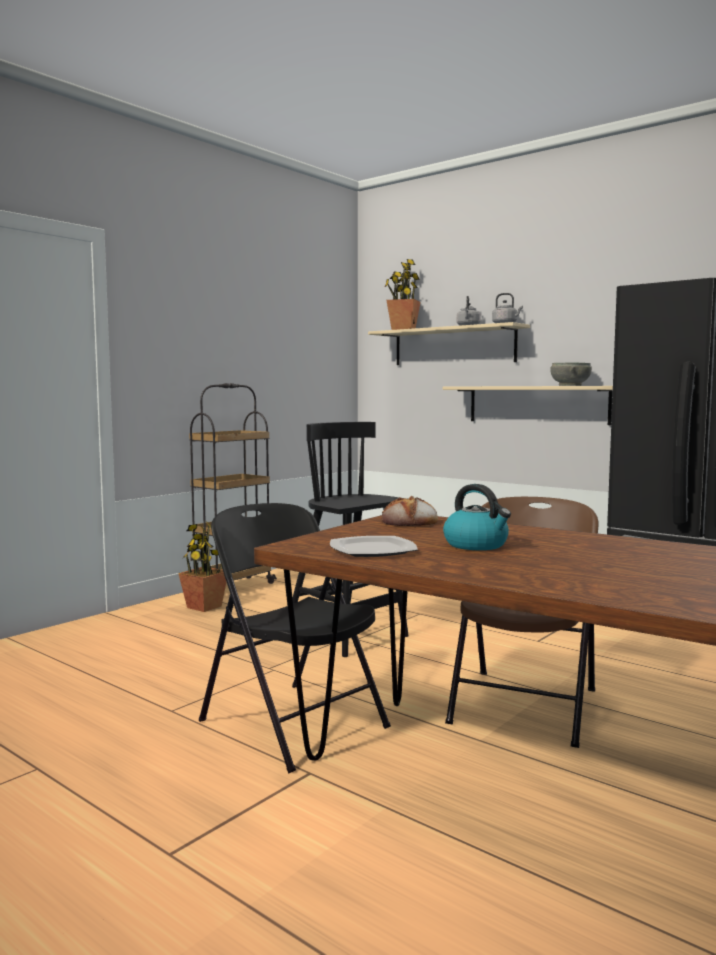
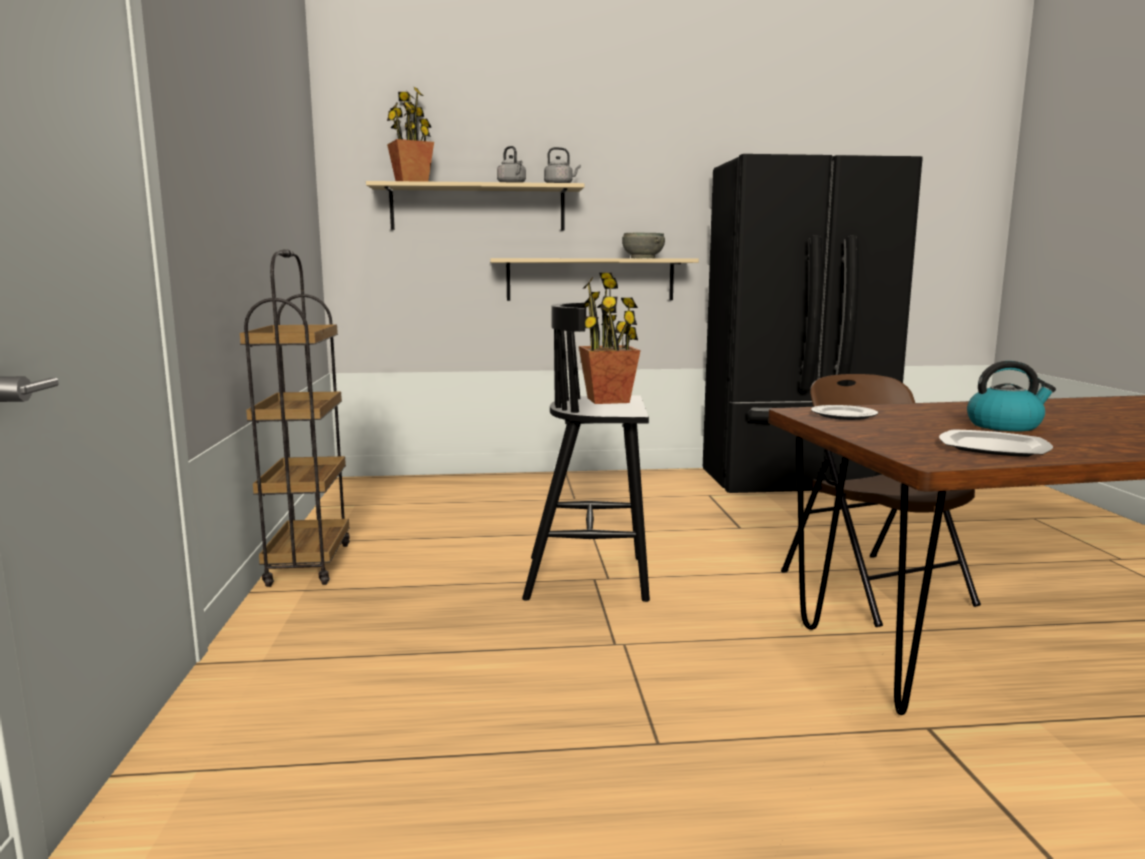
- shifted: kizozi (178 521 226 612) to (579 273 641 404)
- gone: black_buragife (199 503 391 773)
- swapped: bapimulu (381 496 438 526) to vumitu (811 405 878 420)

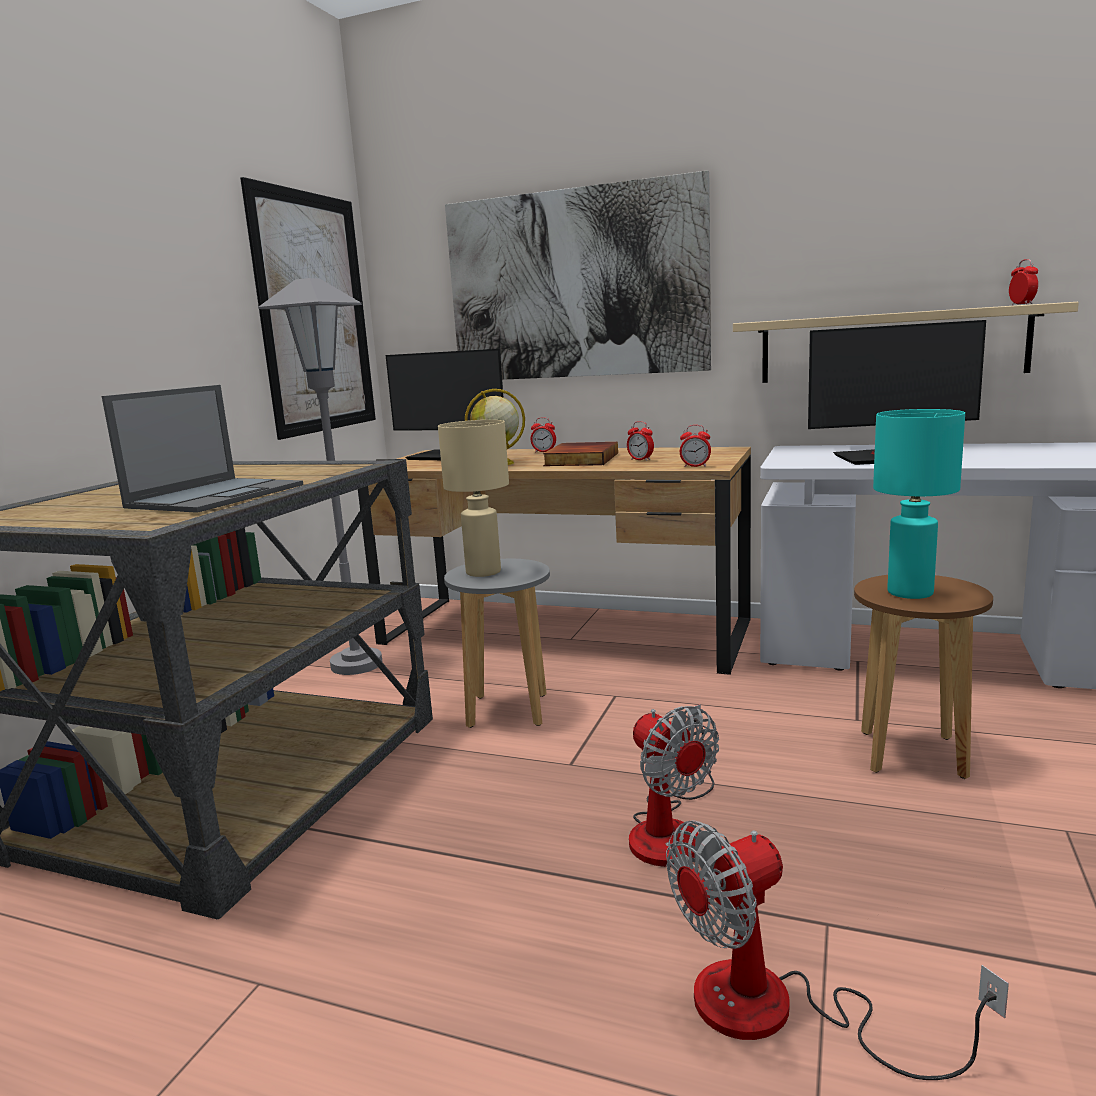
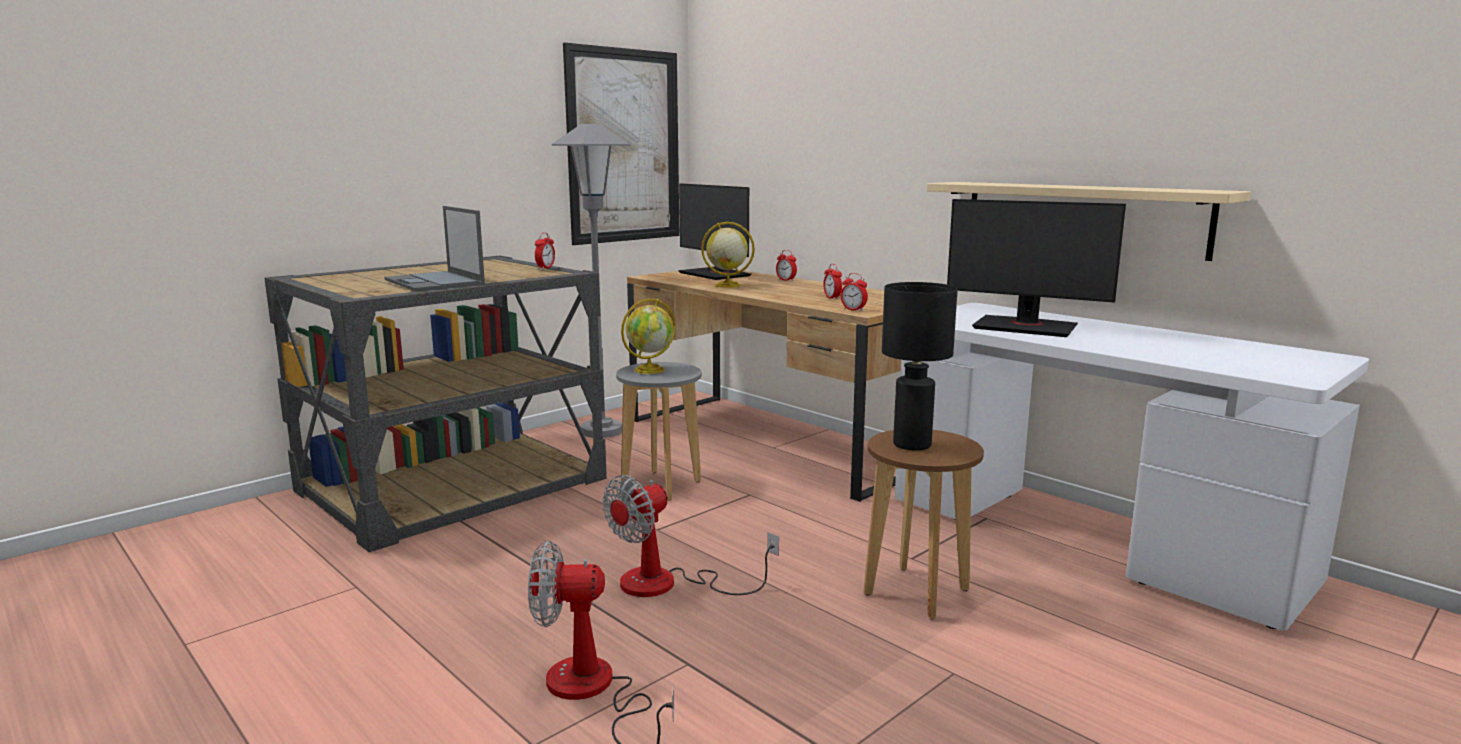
- rotated: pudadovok (102 385 303 513) = (384 206 485 291) 90 degrees clockwise
- swapped: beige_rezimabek (438 420 509 577) to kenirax (621 299 676 374)
- gone: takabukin (445 170 711 380)
- gone: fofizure (543 442 618 466)
- rotated: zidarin (629 704 719 867) = (602 475 779 597) 45 degrees clockwise
- repainted: turquoise_rezimabek (873 409 965 599) to black_rezimabek (882 282 958 450)
- shifted: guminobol (1009 259 1038 305) to (535 233 555 269)

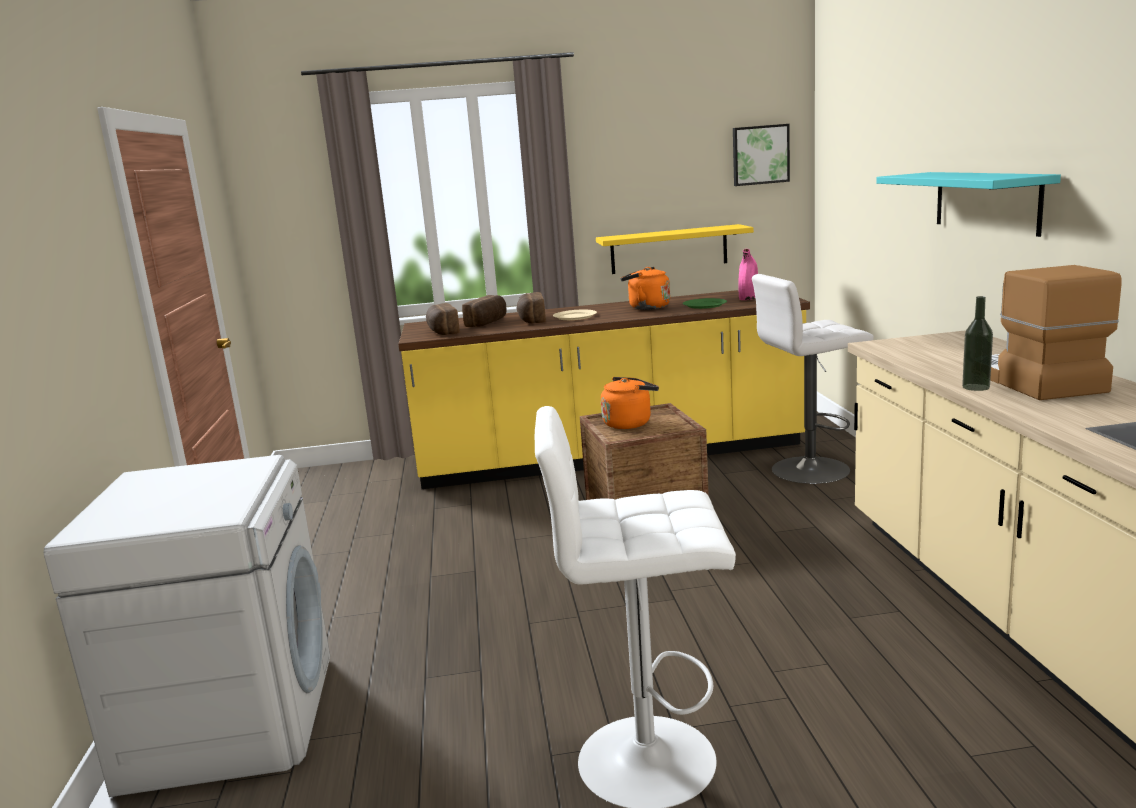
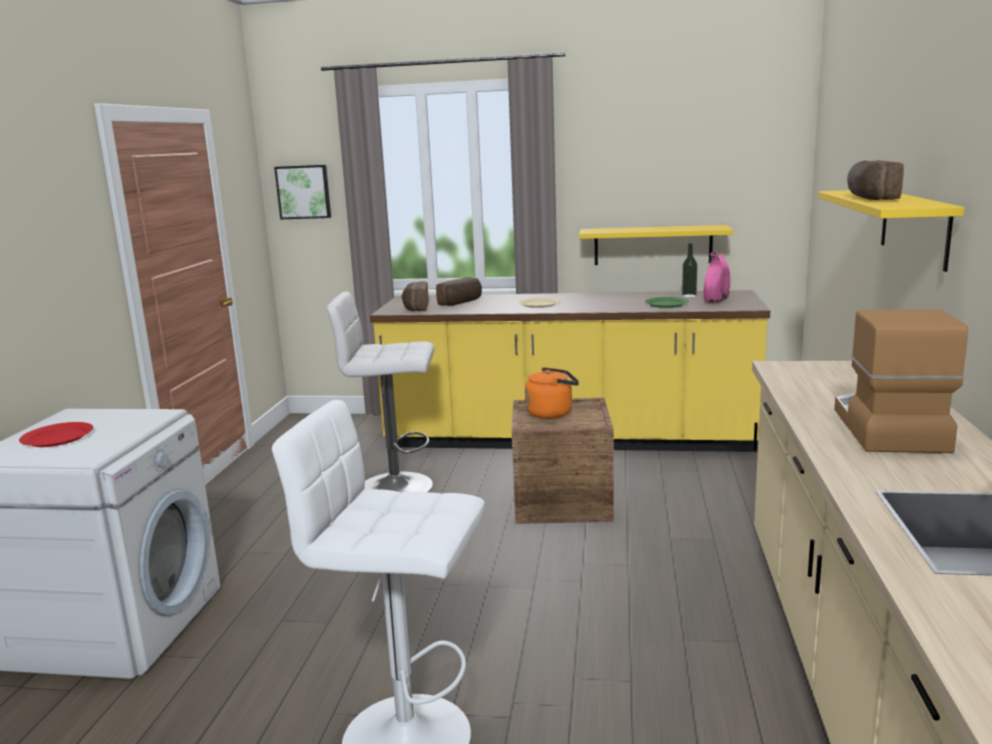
- shifted: bapimulu (516 292 546 323) to (847 160 904 200)
- gone: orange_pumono (620 267 670 310)
- shifted: takabukin (733 124 790 186) to (274 165 331 220)
- shifted: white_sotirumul (752 274 874 484) to (327 291 434 493)
- repainted: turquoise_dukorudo (876 172 1061 237) to yellow_dukorudo (818 190 965 272)
- shifted: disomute (962 296 993 391) to (682 243 698 297)
- new: red_vumitu (19 422 93 447)

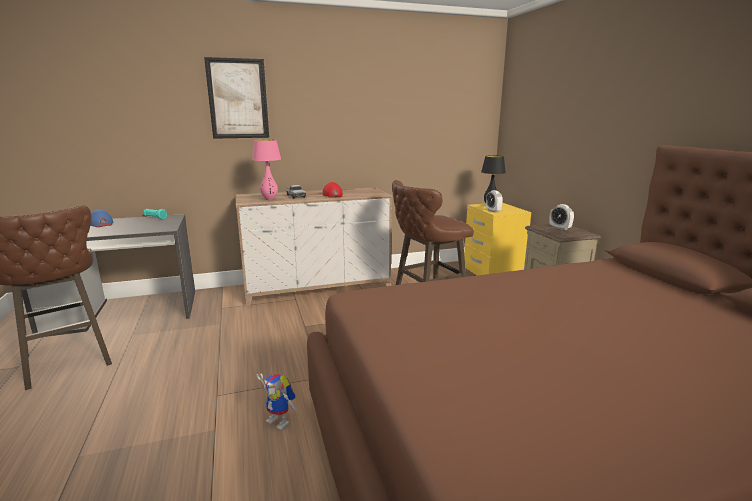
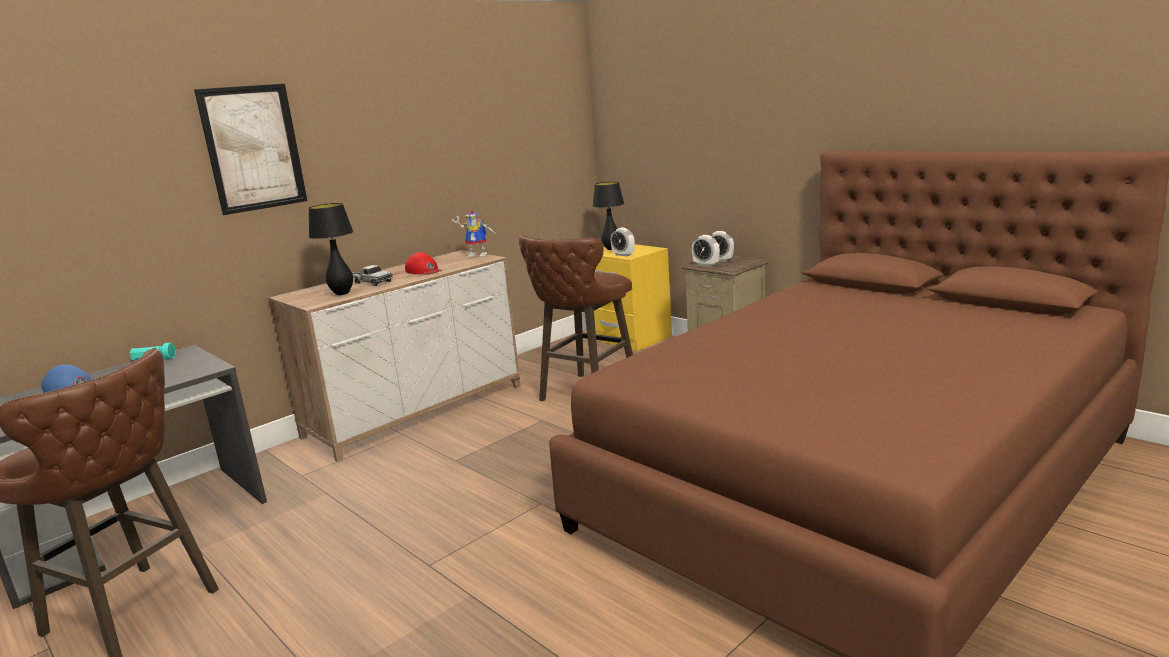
- repainted: pink_rezimabek (252 139 281 200) to black_rezimabek (309 203 353 295)
- shifted: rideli (256 373 299 430) to (452 211 498 258)
- new: guminobol (692 235 720 267)

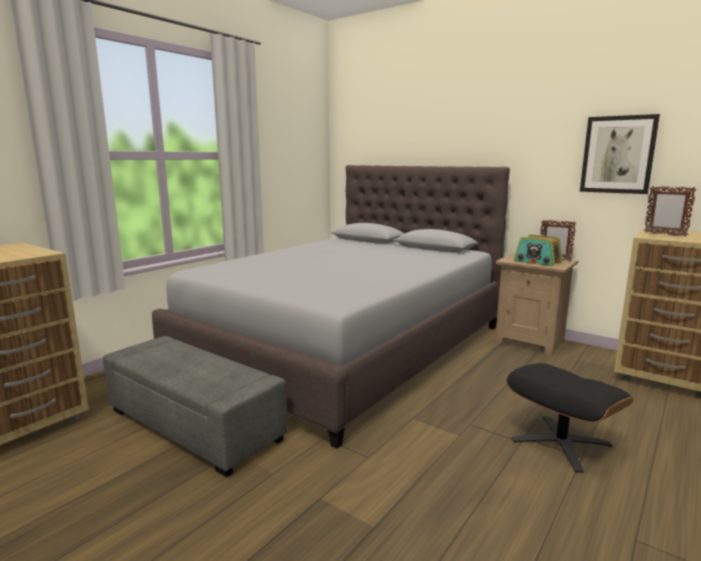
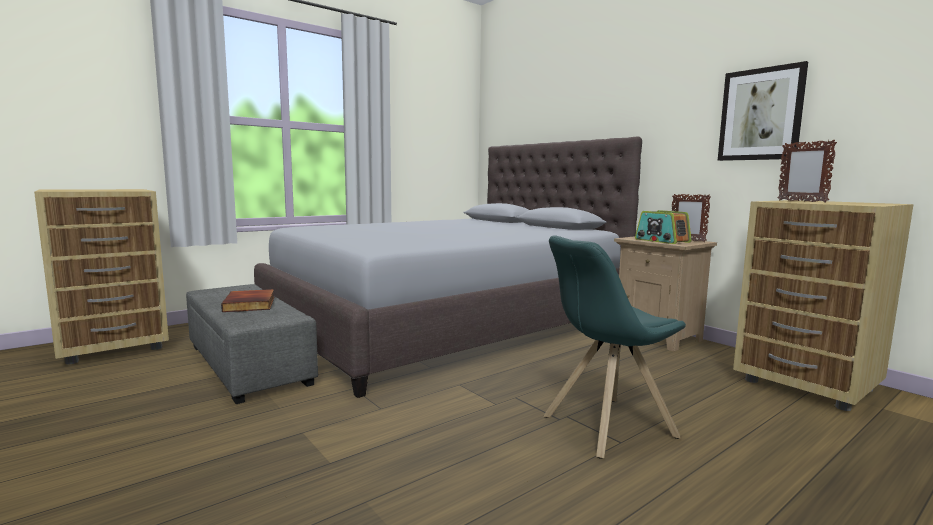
- swapped: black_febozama (506 363 633 473) to turquoise_buragife (543 235 686 459)
- new: fofizure (221 289 274 312)

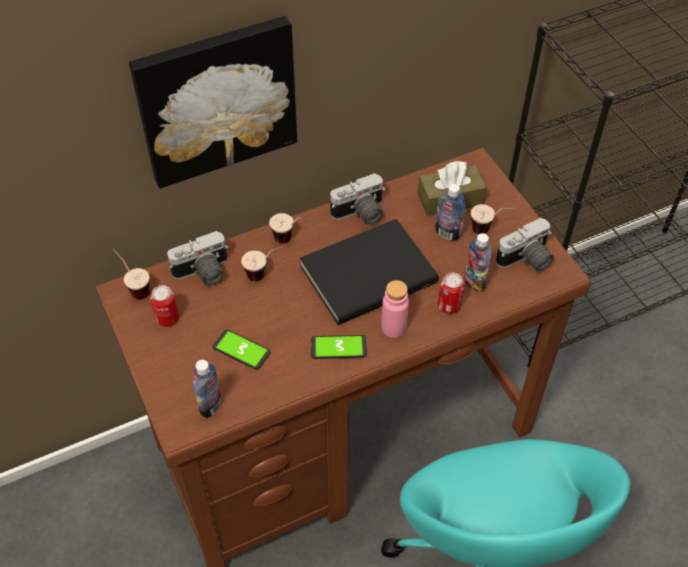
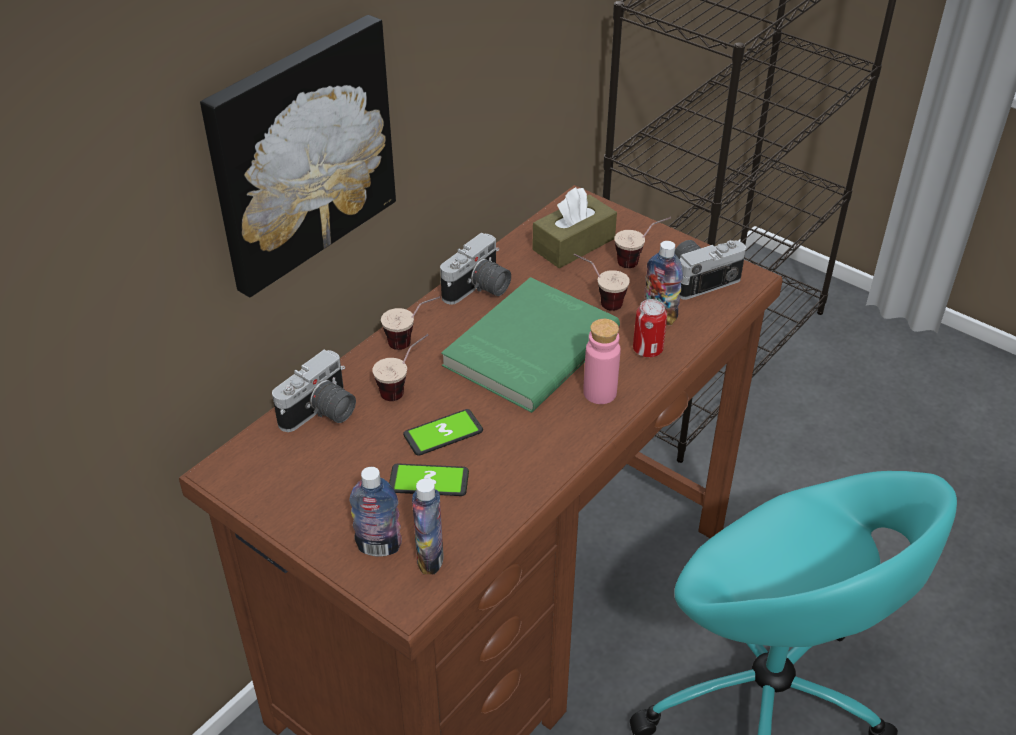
- shifted: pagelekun (113 248 149 300) to (574 254 630 311)
- gone: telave (150 285 179 327)
- repainted: black_fofizure (300 219 438 325) to green_fofizure (441 277 620 413)
- shifted: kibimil (311 335 367 359) to (403 409 483 456)
- shifted: disomute (435 184 466 241) to (349 467 402 557)
- rotated: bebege (496 218 554 272) = (675 240 746 300) 150 degrees counterclockwise

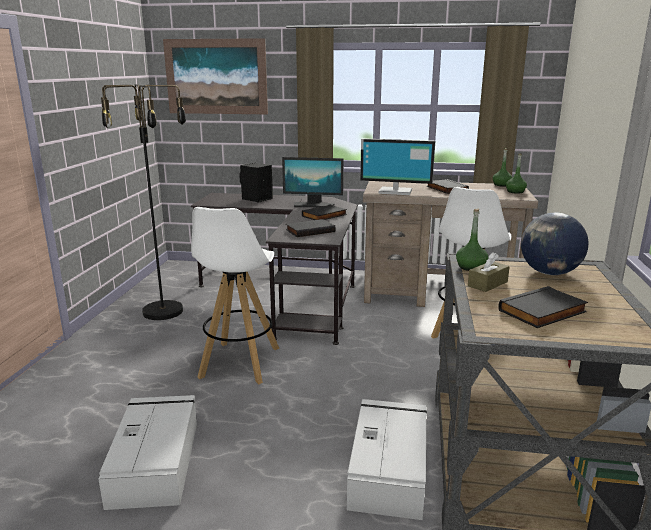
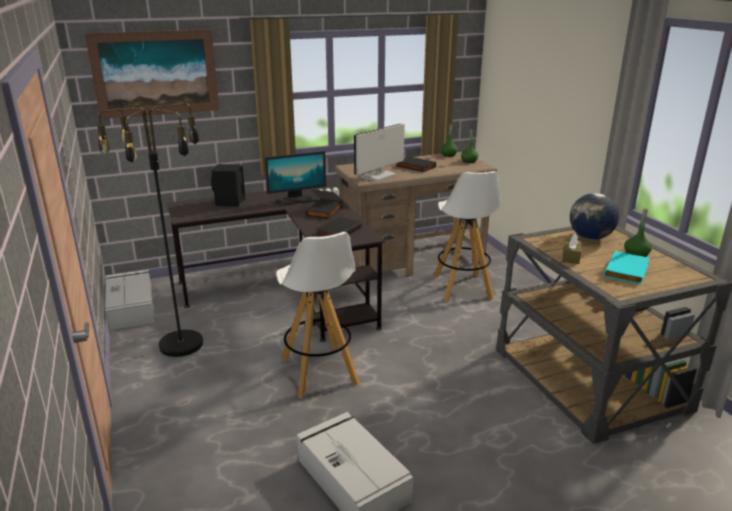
- shifted: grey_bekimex (347 399 427 520) to (105 270 155 330)
- rotated: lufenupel (360 138 435 195) = (354 123 405 182) 150 degrees clockwise
- shifted: green_disomute (456 209 489 271) to (624 208 652 257)
- repainted: black_fofizure (498 286 588 328) to turquoise_fofizure (604 251 650 284)

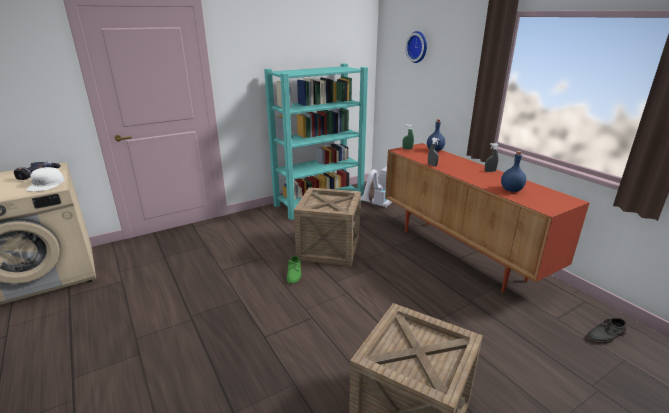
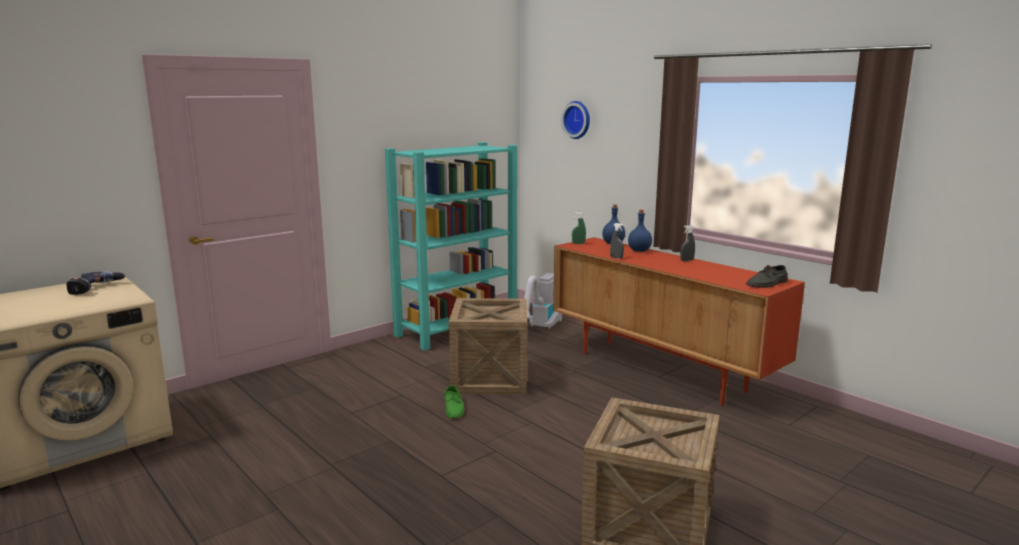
- gone: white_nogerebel (26 167 65 192)
- shifted: blue_disomute (501 151 526 192) to (628 210 652 252)
- shifted: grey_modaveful (586 318 627 344) to (746 265 788 288)

